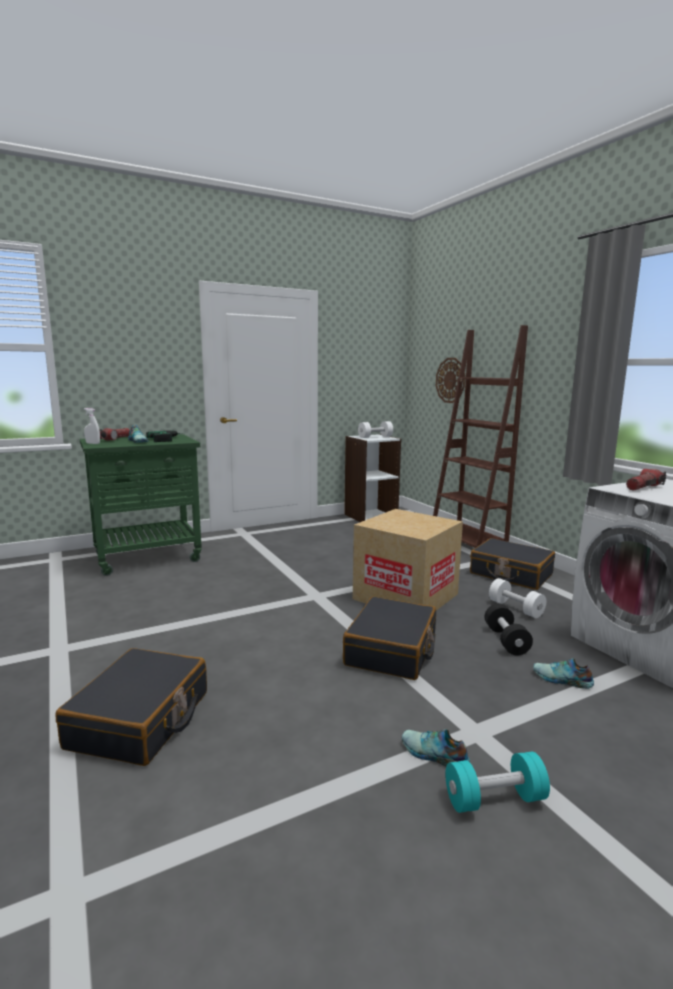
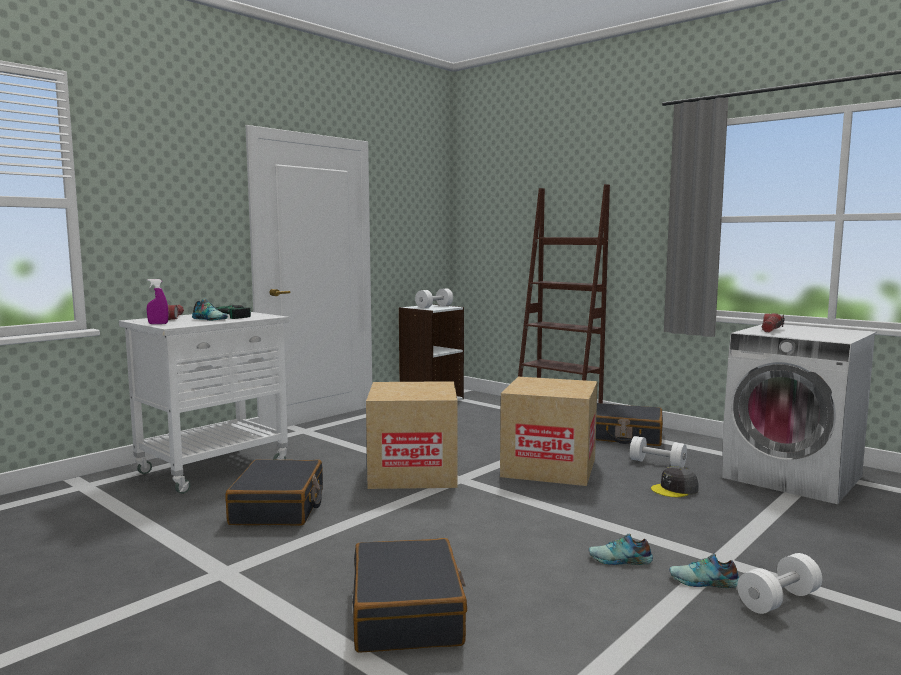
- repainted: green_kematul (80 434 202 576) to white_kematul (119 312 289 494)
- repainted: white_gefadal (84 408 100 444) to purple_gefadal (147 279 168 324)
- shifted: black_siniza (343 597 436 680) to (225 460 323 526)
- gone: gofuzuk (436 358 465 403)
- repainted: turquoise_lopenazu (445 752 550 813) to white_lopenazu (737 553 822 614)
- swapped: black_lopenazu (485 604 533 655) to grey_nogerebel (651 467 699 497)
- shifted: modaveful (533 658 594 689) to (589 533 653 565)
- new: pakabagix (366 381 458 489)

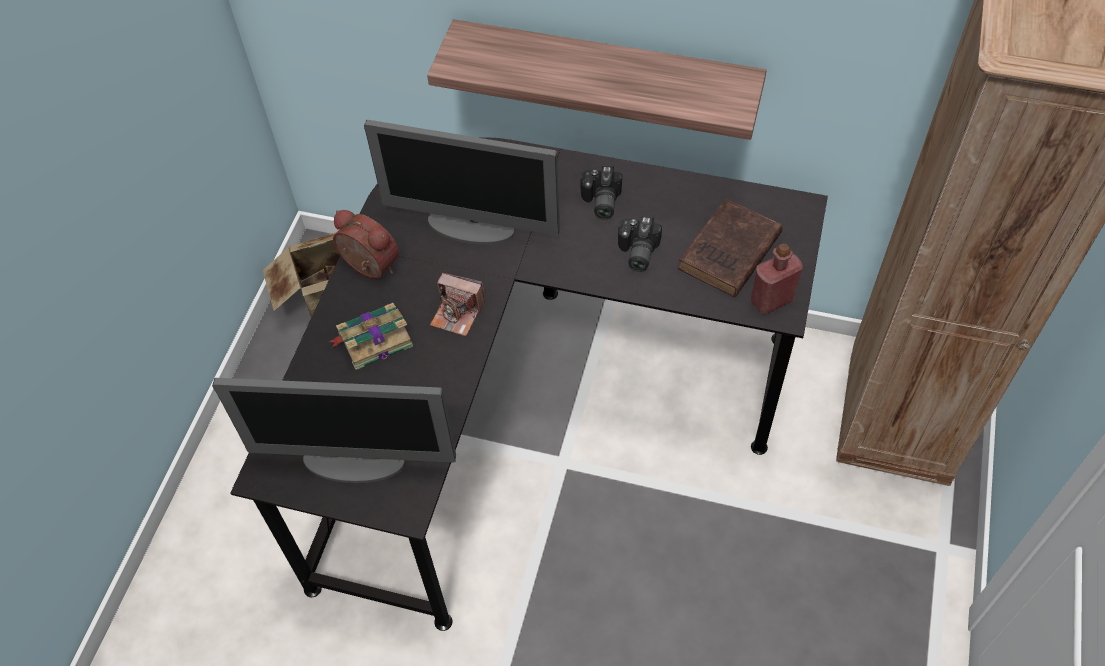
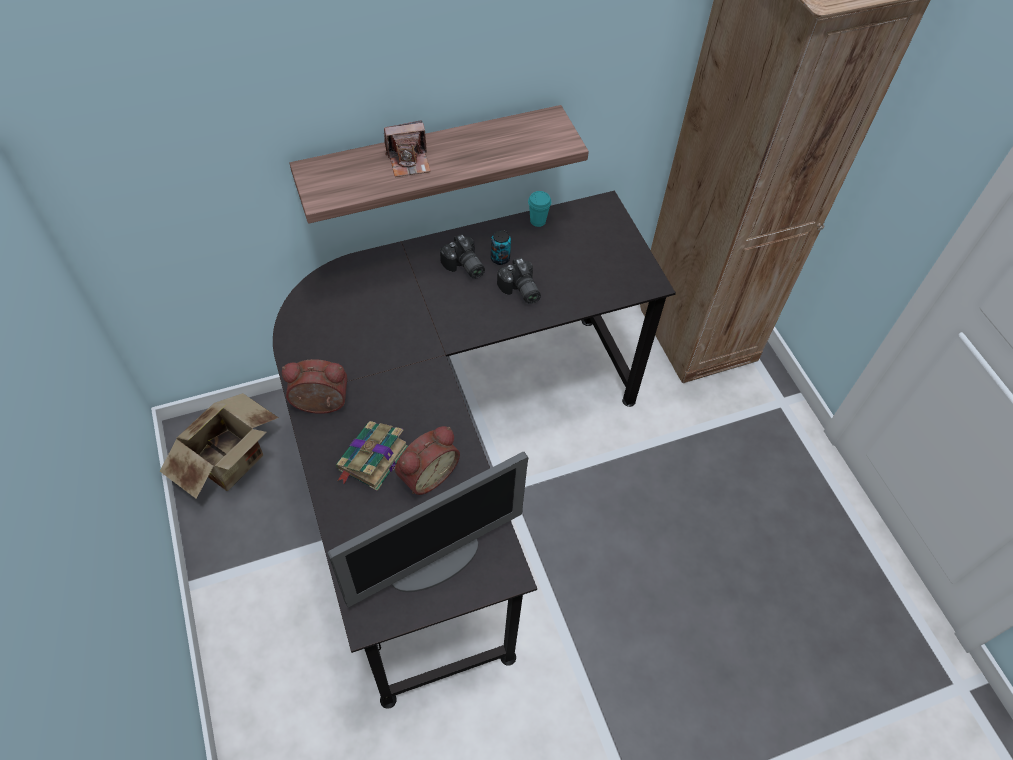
- gone: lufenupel (364 120 560 245)
- shifted: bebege (430 273 486 336) to (384 120 431 177)
- gone: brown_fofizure (678 199 782 297)
- gone: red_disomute (751 244 803 315)
- new: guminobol (395 426 460 495)
- new: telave (491 230 511 265)
- new: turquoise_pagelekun (528 191 551 227)

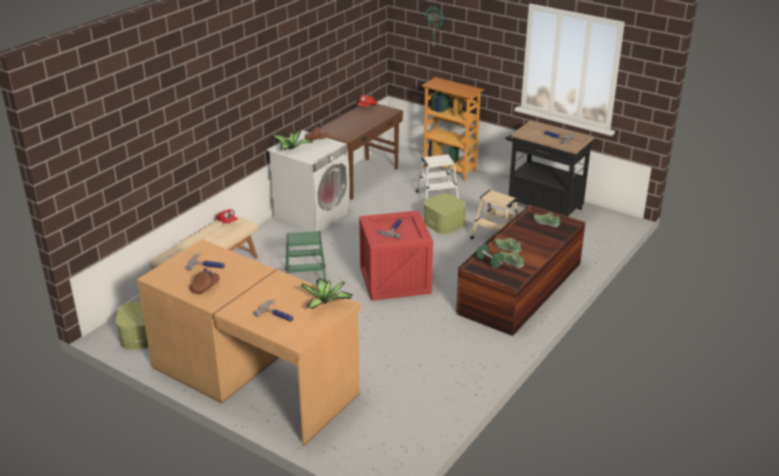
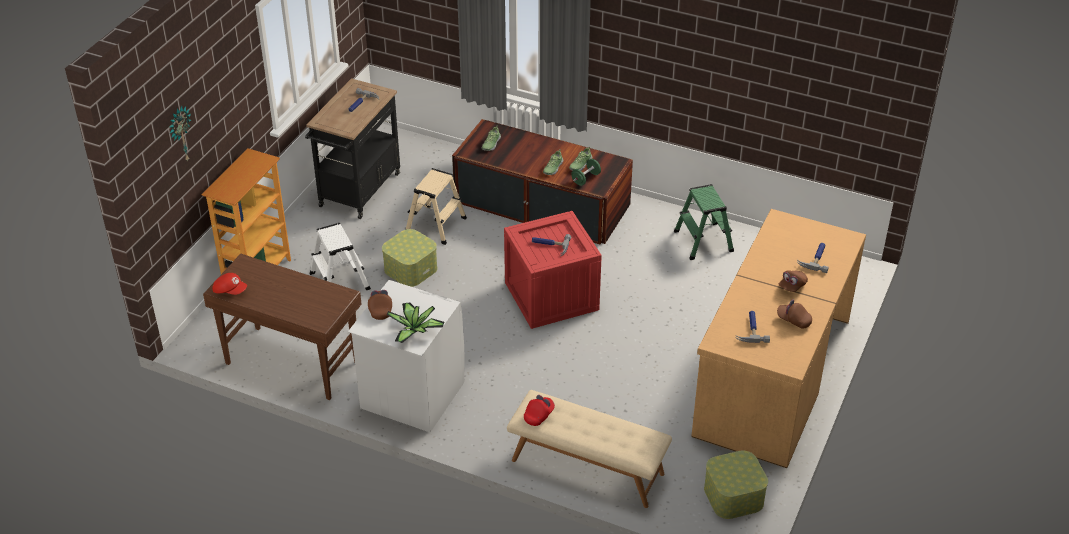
- shifted: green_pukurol (285 231 327 282) to (674 184 734 260)
- gone: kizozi (301 279 353 309)
- new: brown_nogerebel (779 270 808 292)

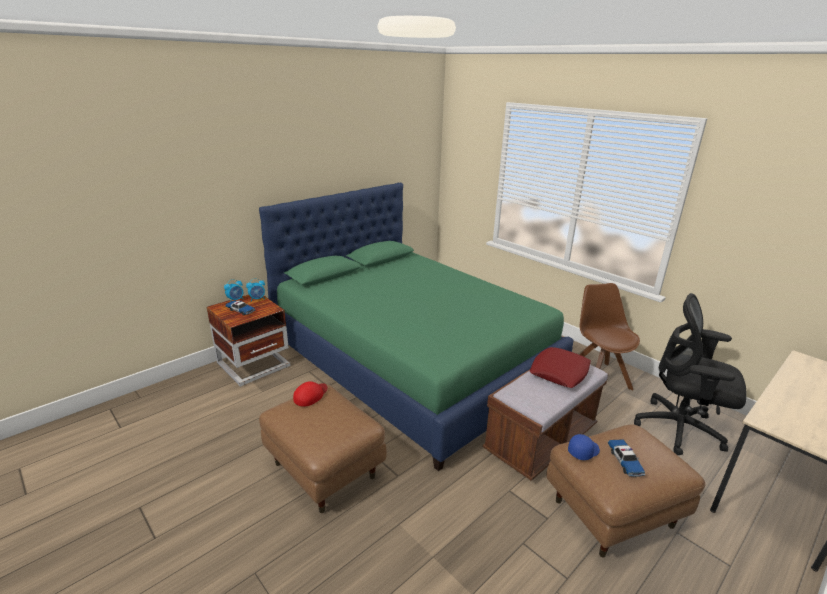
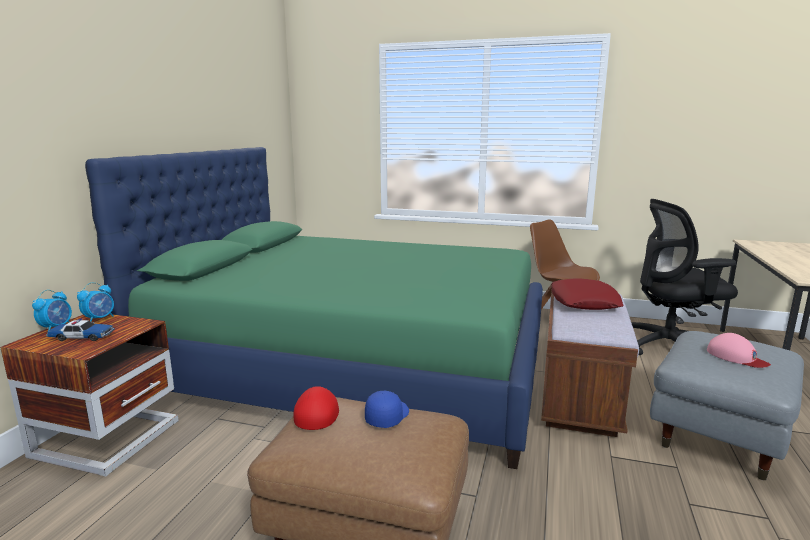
- repainted: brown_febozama (546 424 705 558) to grey_febozama (650 331 804 480)
- shifted: blue_nogerebel (568 434 600 460) to (365 391 409 428)
- swapped: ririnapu (608 440 645 477) to pink_nogerebel (707 333 771 368)

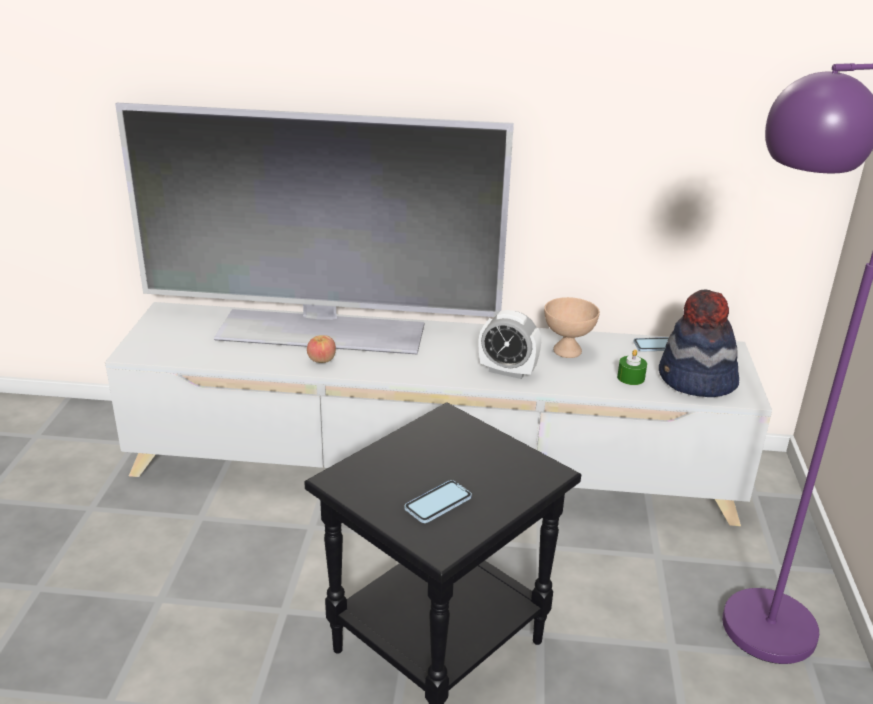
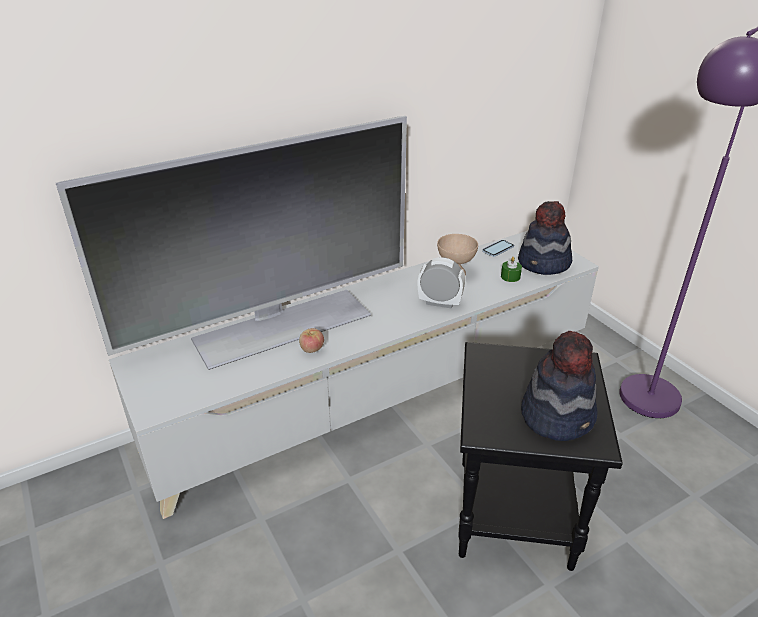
- swapped: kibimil (405 480 472 523) to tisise (521 331 598 441)
- rotated: guminobol (479 310 541 379) = (418 257 465 309) 150 degrees counterclockwise

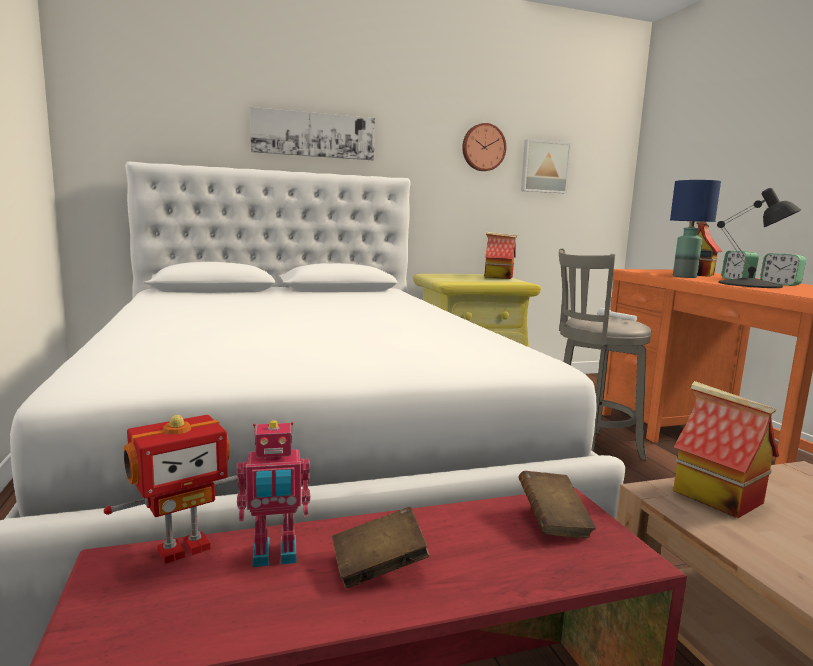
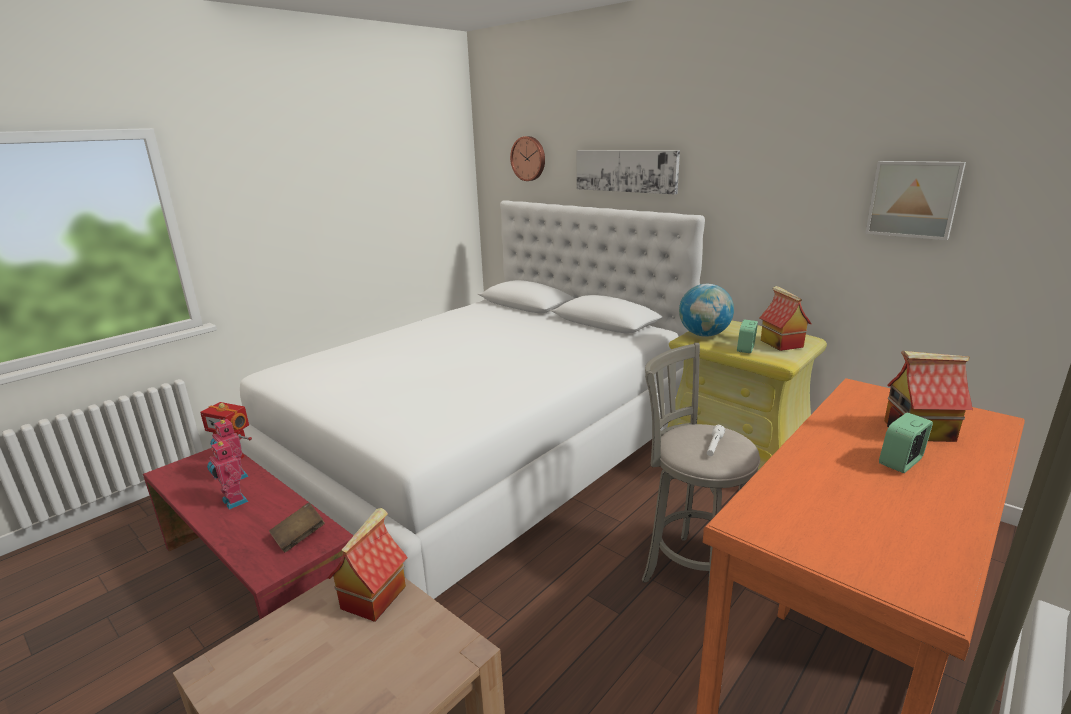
- swapped: brown_fofizure (332 507 430 588) to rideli (207 440 248 509)
- shifted: gofuzuk (462 123 506 171) to (510 136 545 181)
- gone: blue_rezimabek (670 180 721 278)
- gone: black_rezimabek (717 188 801 288)
- shifted: guminobol (760 253 806 286) to (737 319 758 353)
- new: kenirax (679 284 734 337)

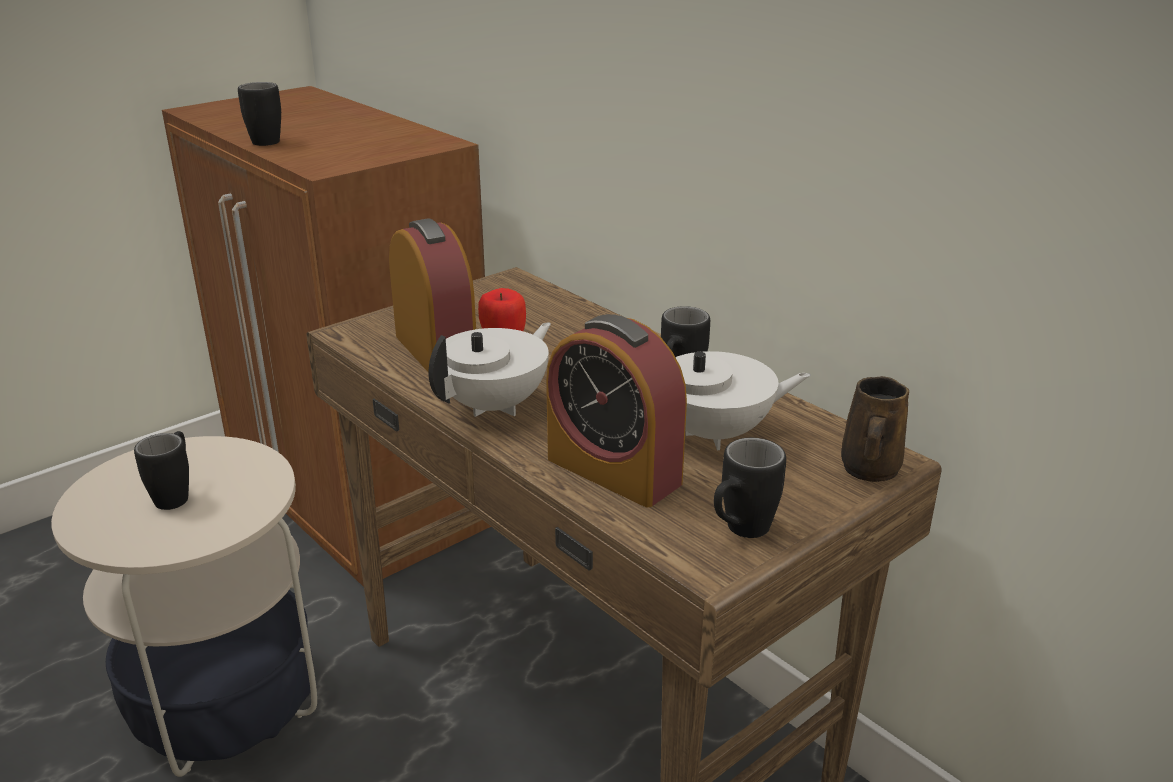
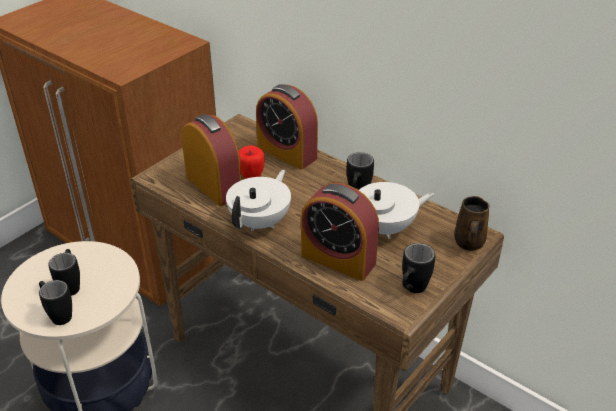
- shifted: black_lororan (238 82 281 146) to (39 280 72 325)
- new: guminobol (256 84 318 170)

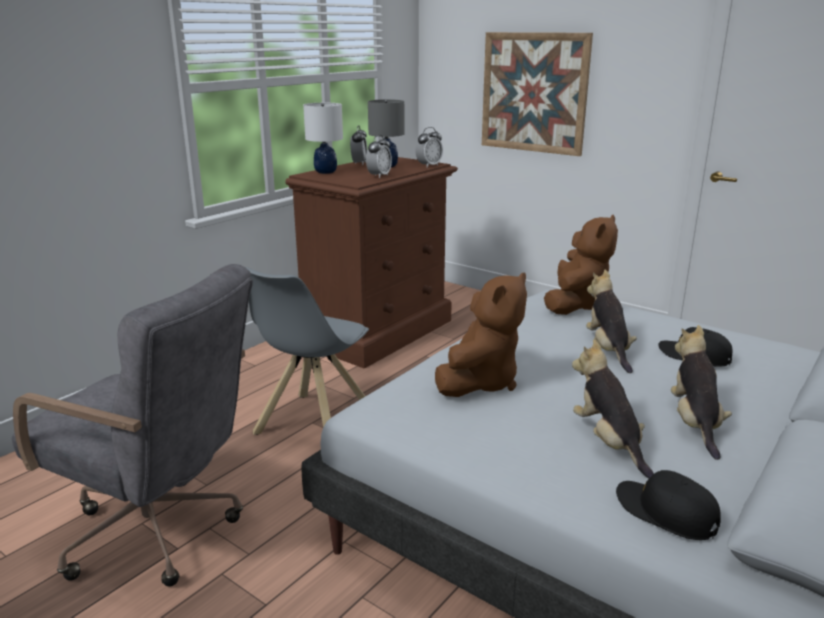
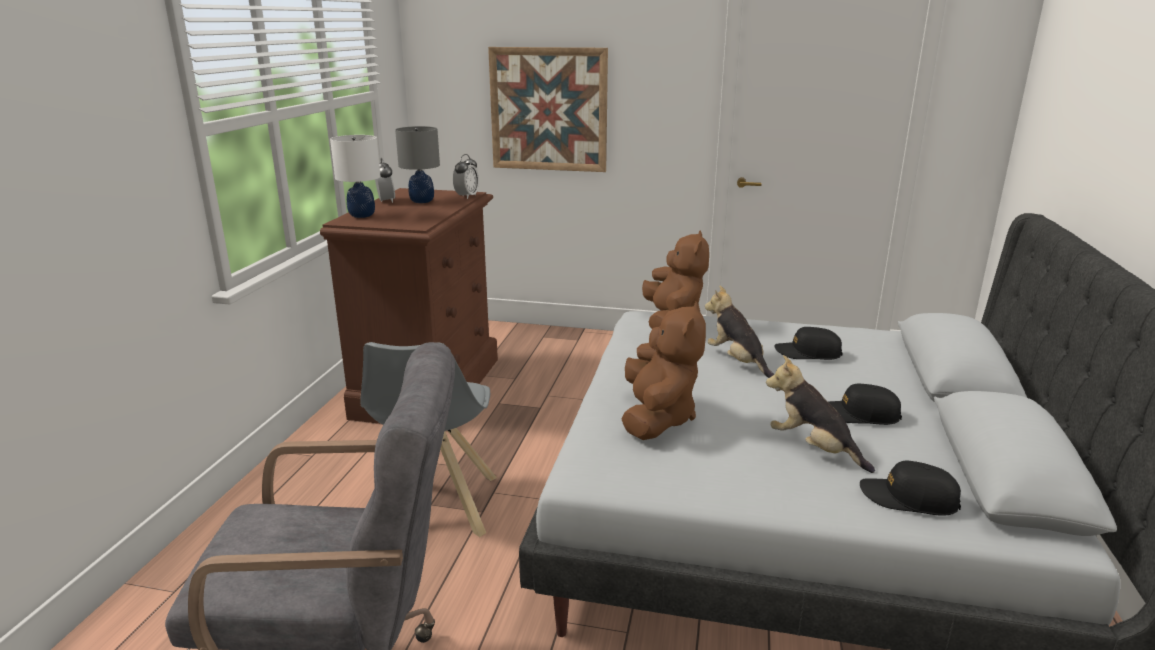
- gone: guminobol (366 134 392 178)
- swapped: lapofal (671 325 732 460) to black_nogerebel (828 384 902 425)

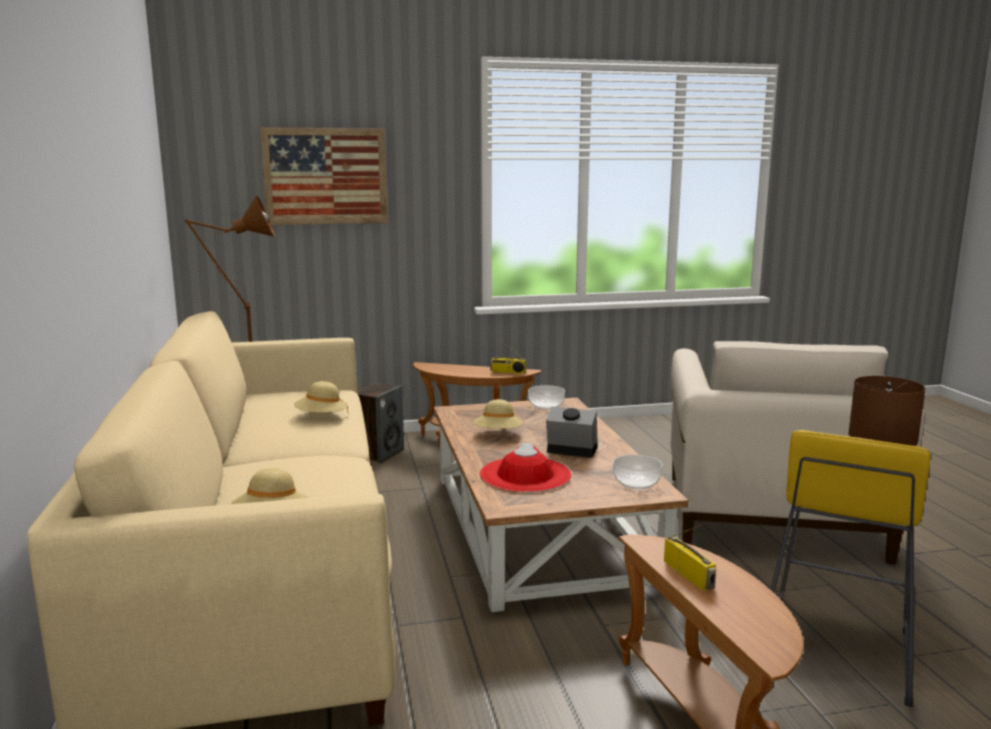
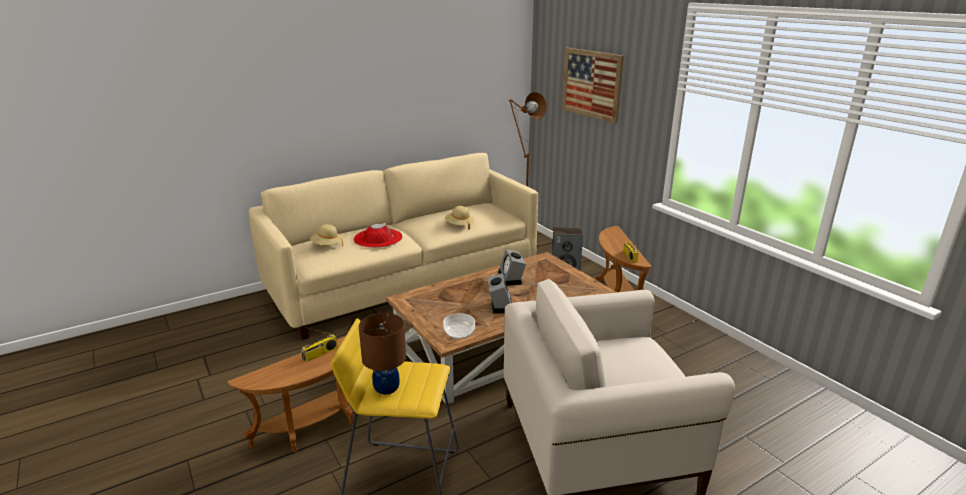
- swapped: beige_tisise (473 399 523 429) to guminobol (498 249 526 286)
- shifted: red_tisise (480 443 571 492) to (353 223 402 248)
- gone: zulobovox (528 385 565 409)

